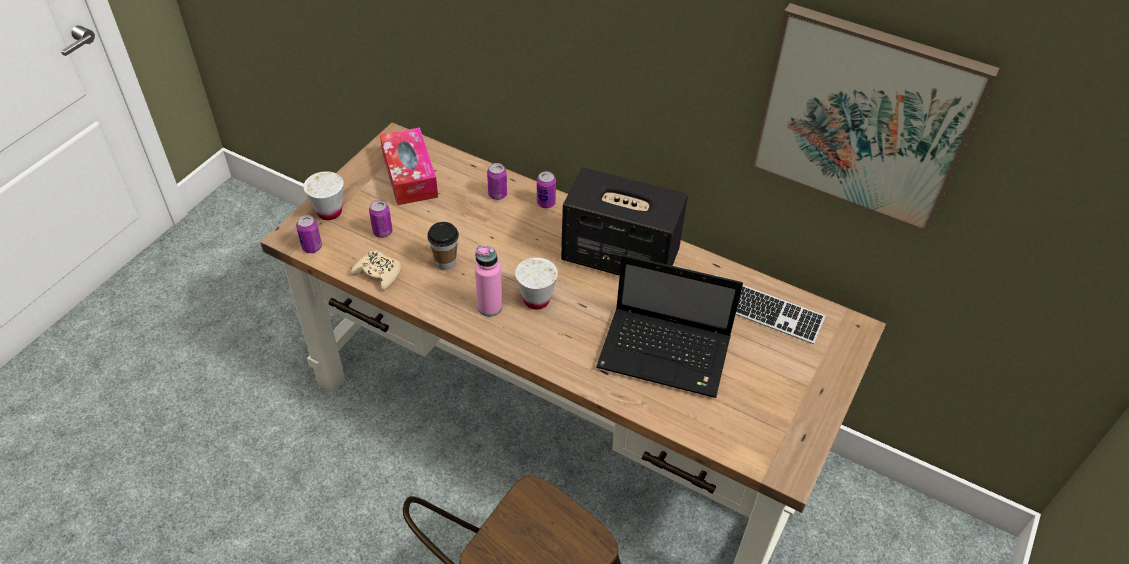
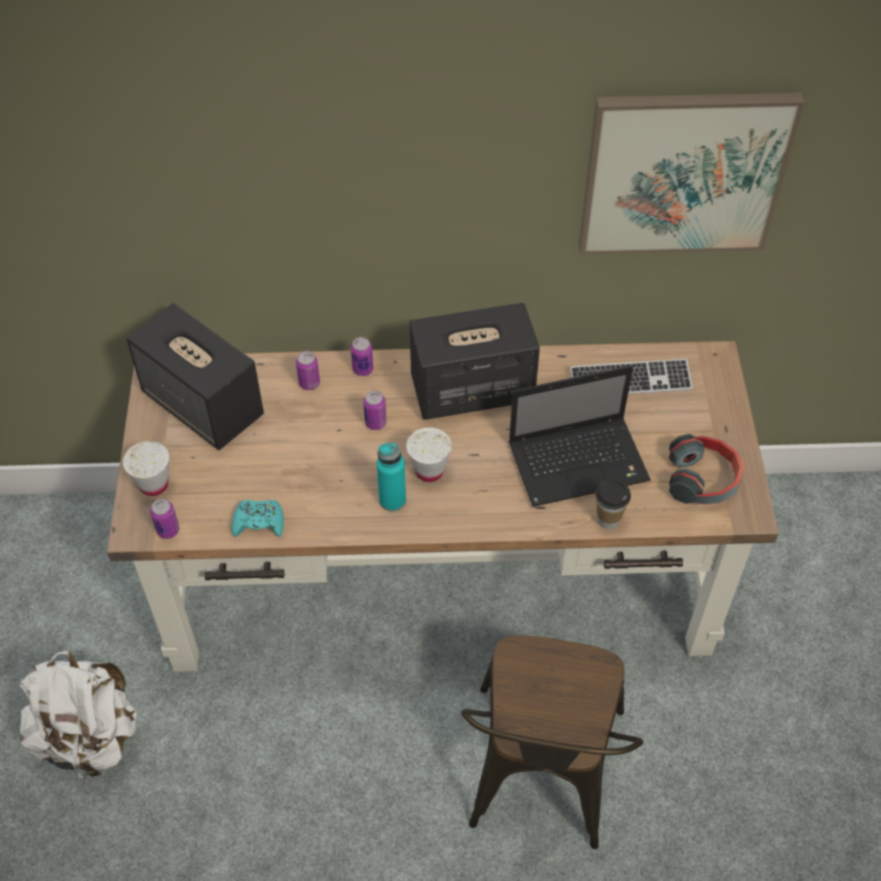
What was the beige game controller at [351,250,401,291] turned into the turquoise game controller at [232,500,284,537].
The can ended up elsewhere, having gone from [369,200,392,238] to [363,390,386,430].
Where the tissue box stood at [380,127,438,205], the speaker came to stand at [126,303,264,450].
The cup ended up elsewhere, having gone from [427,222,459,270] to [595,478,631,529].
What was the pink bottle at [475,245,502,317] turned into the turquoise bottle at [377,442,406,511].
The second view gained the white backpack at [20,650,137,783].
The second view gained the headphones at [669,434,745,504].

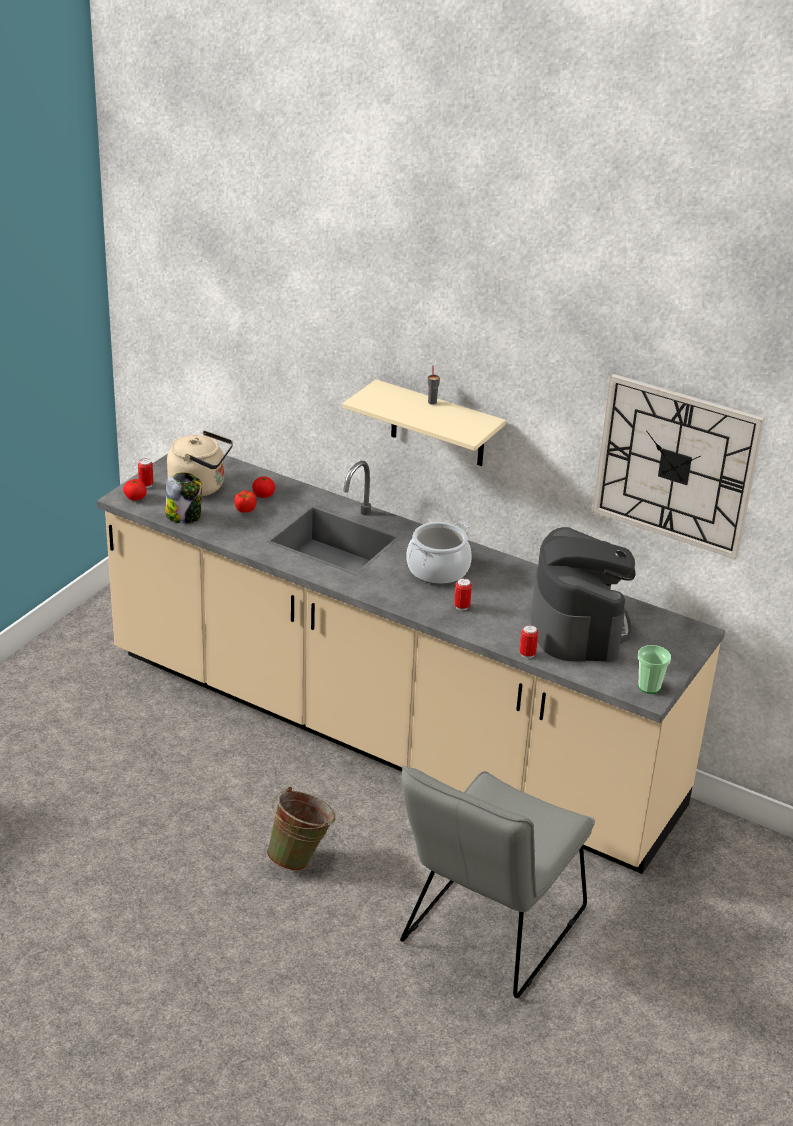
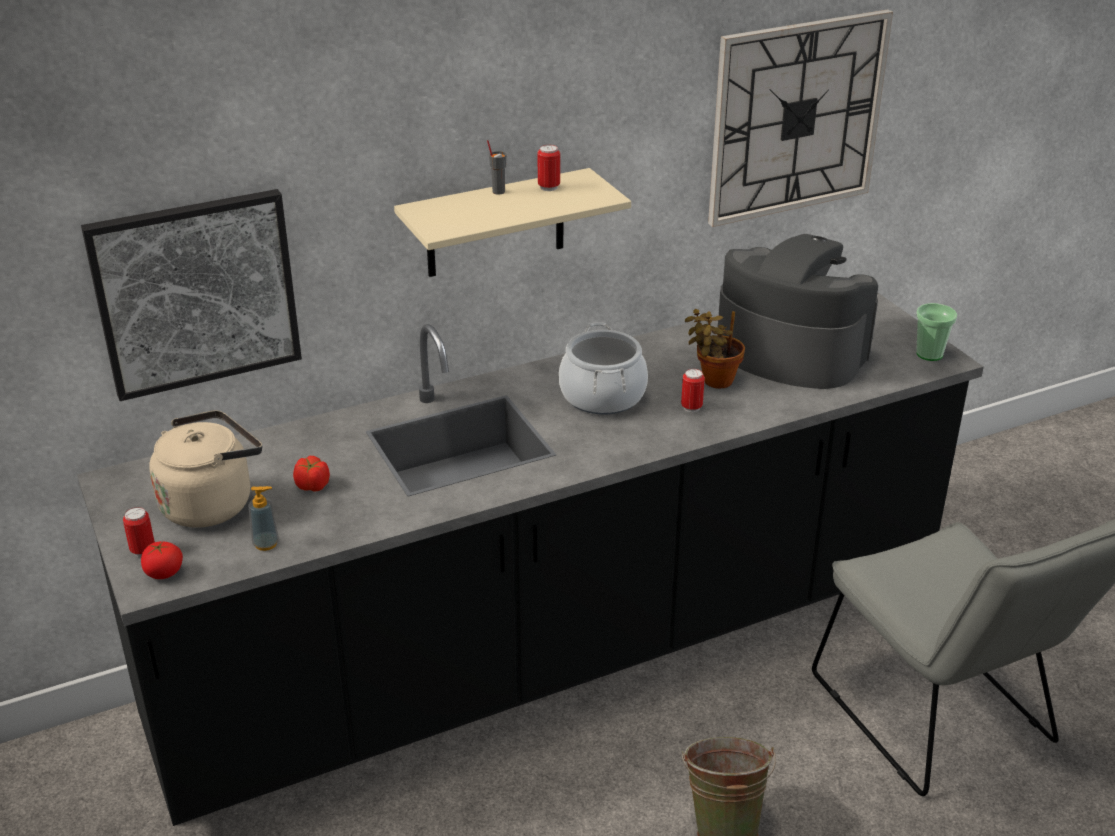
What was the beige counter at [97,454,725,874] turned into the black counter at [77,292,984,826].
Where the jar stood at [165,472,202,524], the soap dispenser came to stand at [248,486,279,551].
The second view lost the tomato at [252,476,275,498].
The can ended up elsewhere, having gone from [519,625,538,658] to [537,145,560,191].
The second view gained the picture at [81,189,302,401].
The second view gained the potted plant at [685,309,745,388].

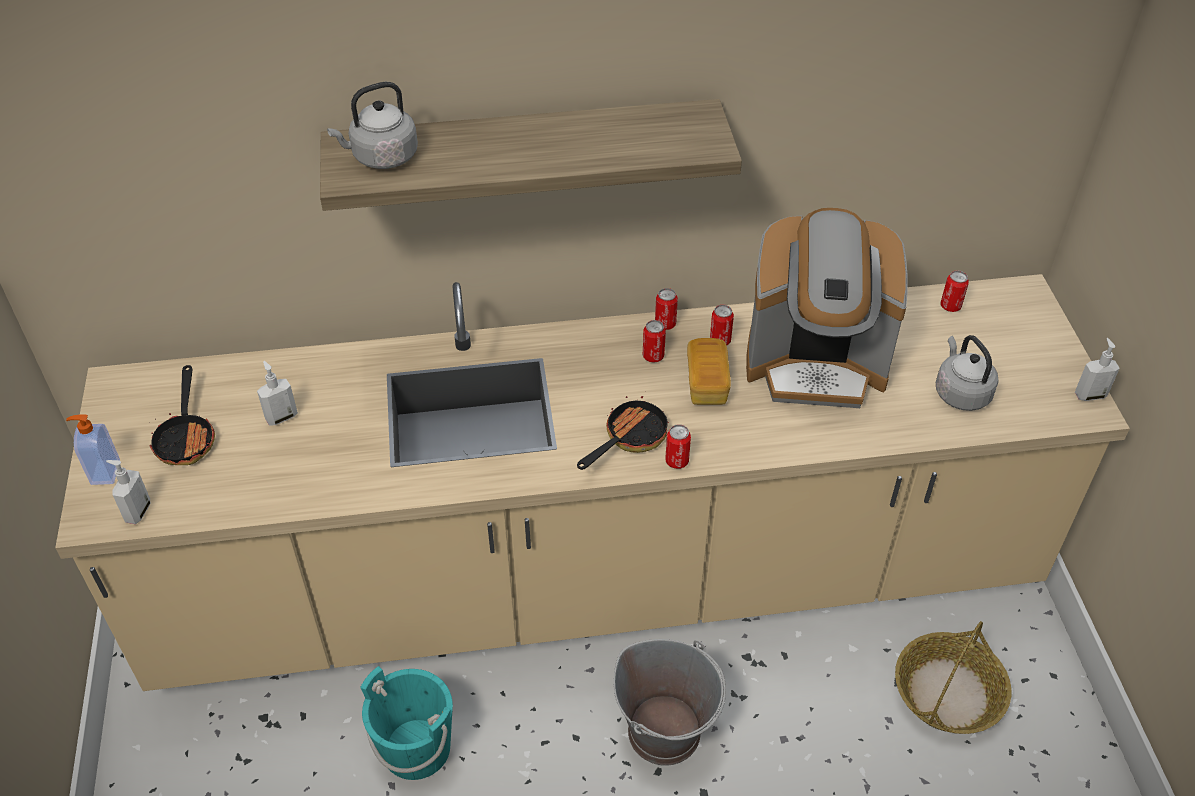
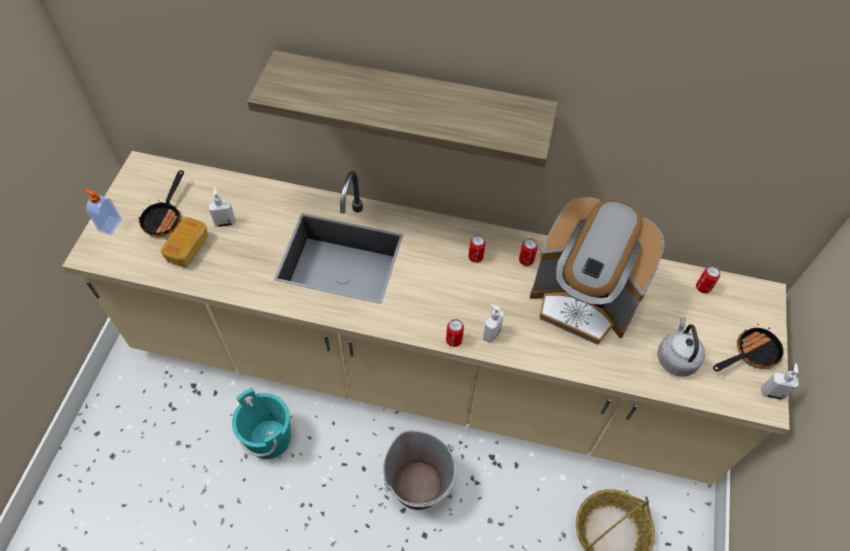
The soap dispenser ended up elsewhere, having gone from [106,460,151,524] to [483,304,504,343].
The second view lost the grey kettle at [327,82,418,169].
The frying pan ended up elsewhere, having gone from [577,396,669,470] to [713,324,785,372].
The second view lost the can at [655,288,678,330].
The bread ended up elsewhere, having gone from [687,338,731,405] to [161,217,208,268].

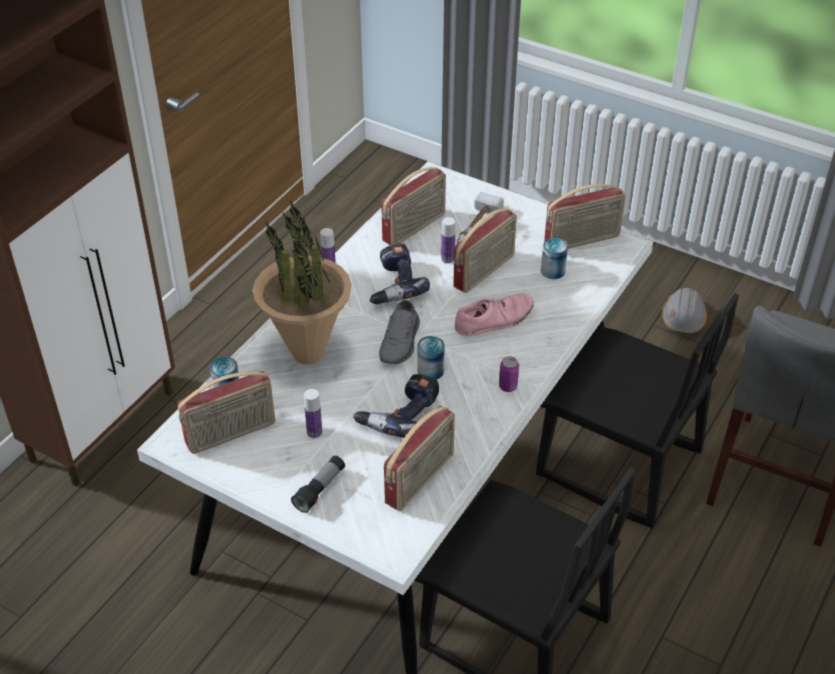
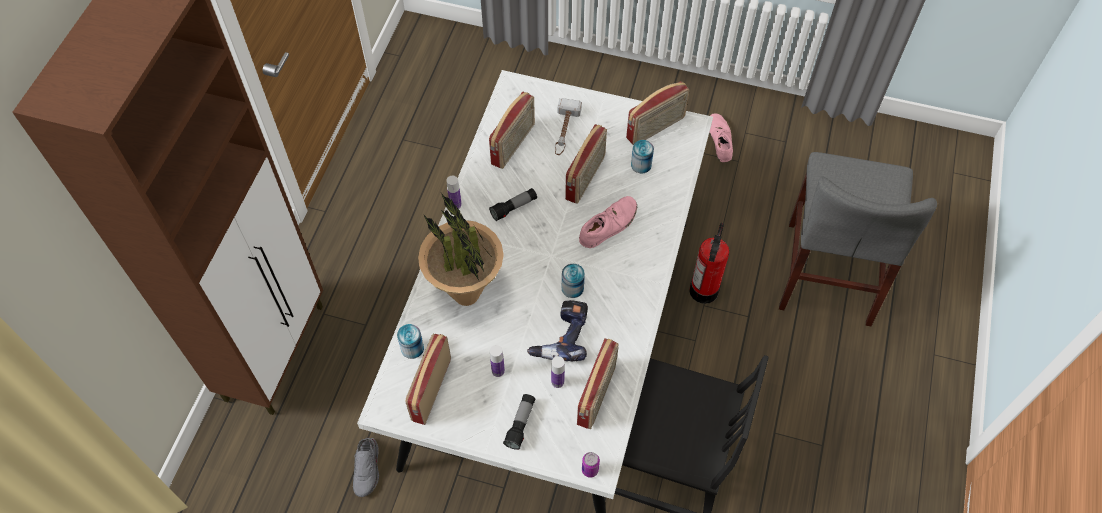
The radio at [177,371,275,454] ended up facing another way, 150 degrees clockwise from before.
Where the power drill stood at [370,244,430,304], the flashlight came to stand at [489,188,537,221].
The grey shoe ended up elsewhere, having gone from [379,300,420,364] to [353,438,379,497].
The bottle ended up elsewhere, having gone from [441,217,455,264] to [551,356,565,388].
The can ended up elsewhere, having gone from [499,356,519,392] to [582,452,600,478].
Where the black chair stood at [536,293,739,528], the fire extinguisher came to stand at [689,223,729,304].
Where the grey hard hat stood at [662,288,707,334], the pink shoe came to stand at [709,113,733,162].

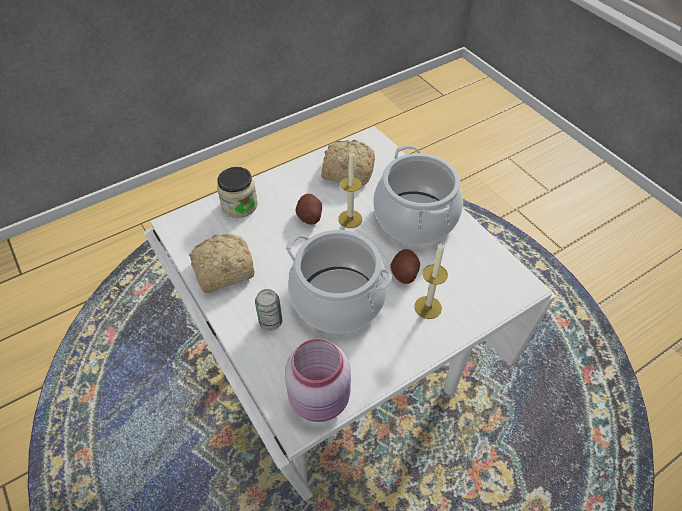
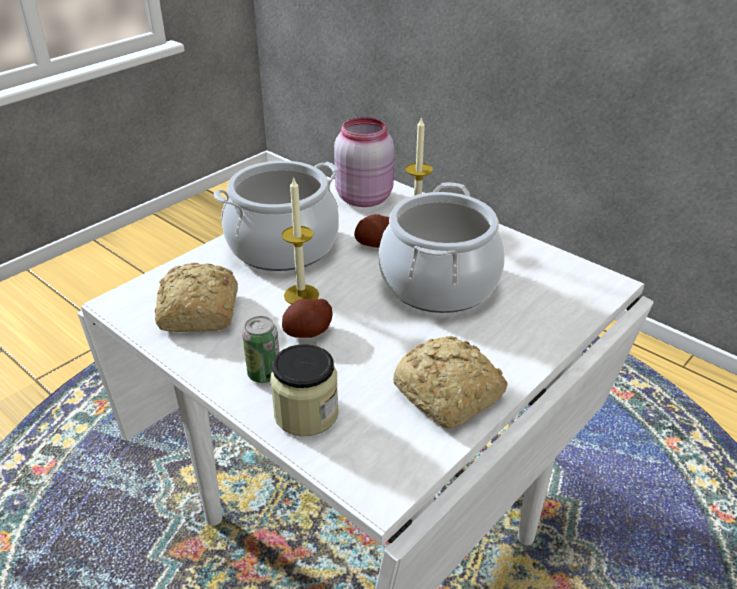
The can ended up elsewhere, having gone from [255,289,282,331] to [242,316,279,383].
The pink jar ended up elsewhere, having gone from [285,339,351,422] to [334,117,394,207].

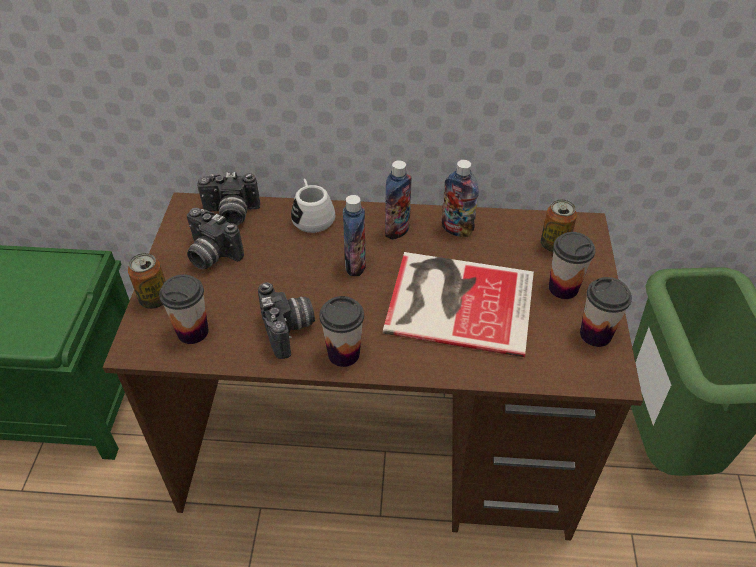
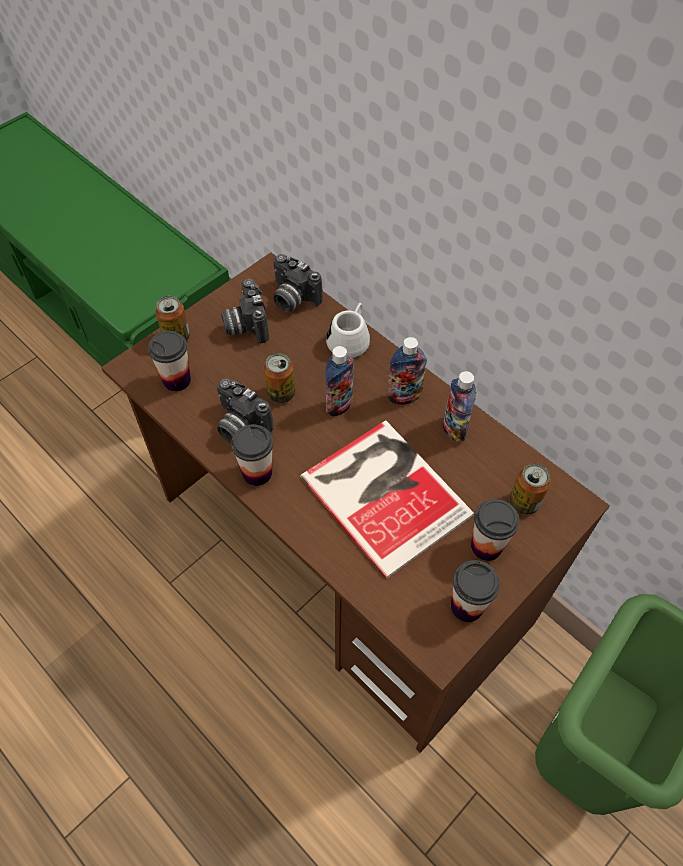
The photo camera at [258,283,315,359] ended up facing another way, 105 degrees clockwise from before.
The second view gained the can at [263,353,295,403].

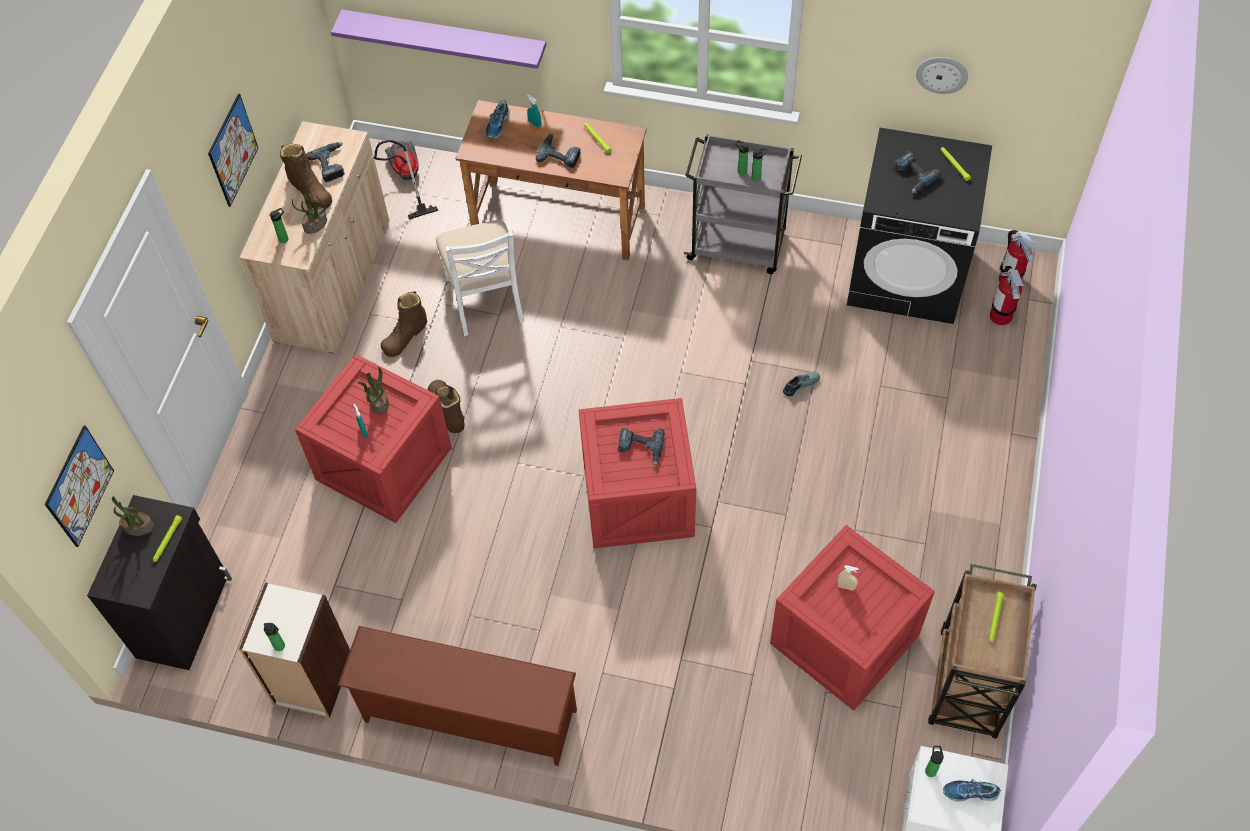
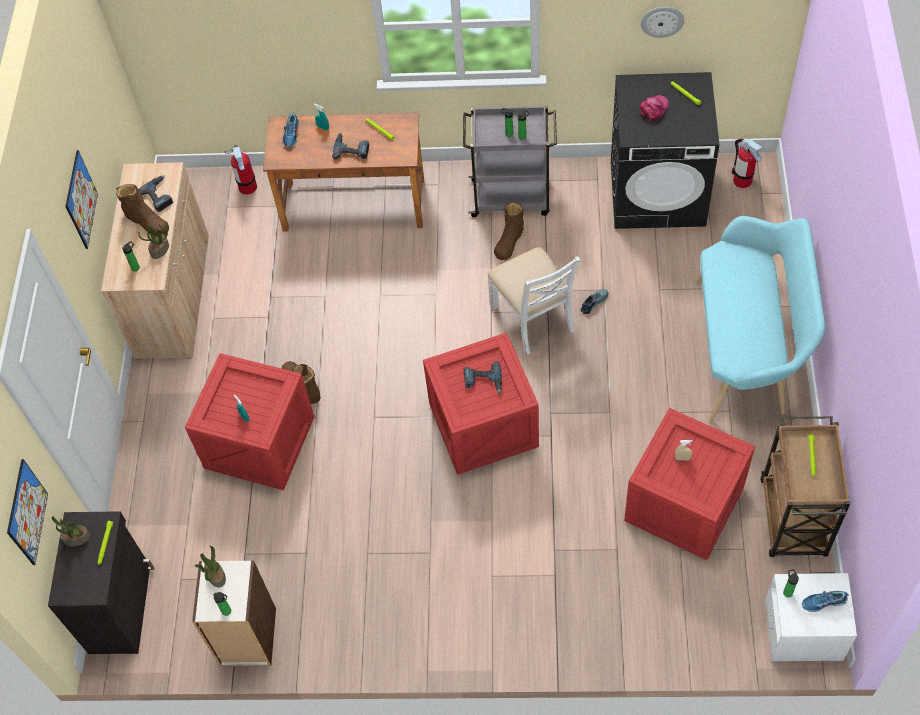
The second view lost the purple shelf at [331,9,546,69].
The second view lost the brown shoe rack at [338,626,577,766].
The potted plant ended up elsewhere, having gone from [358,367,389,414] to [194,546,226,587].
The second view lost the vacuum cleaner at [374,140,439,219].
The brown boot ended up elsewhere, having gone from [381,291,427,357] to [494,201,524,260].
The white chair ended up elsewhere, having gone from [436,220,524,336] to [487,247,580,355].
Where the power drill stood at [893,151,941,193], the pink cap came to stand at [640,95,669,123].
The fire extinguisher ended up elsewhere, having gone from [990,266,1023,325] to [225,145,257,195].
The second view gained the turquoise bench at [696,216,825,422].

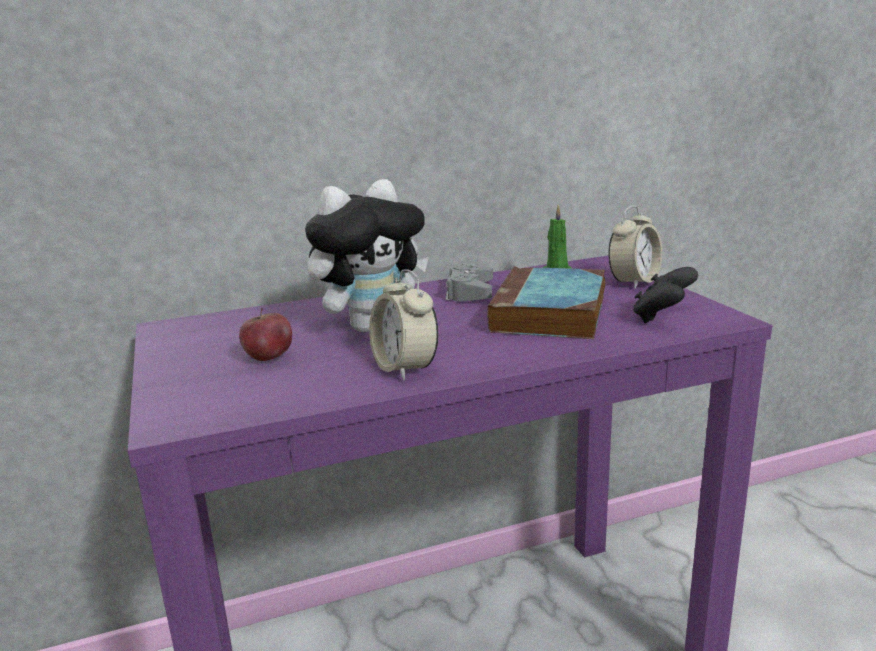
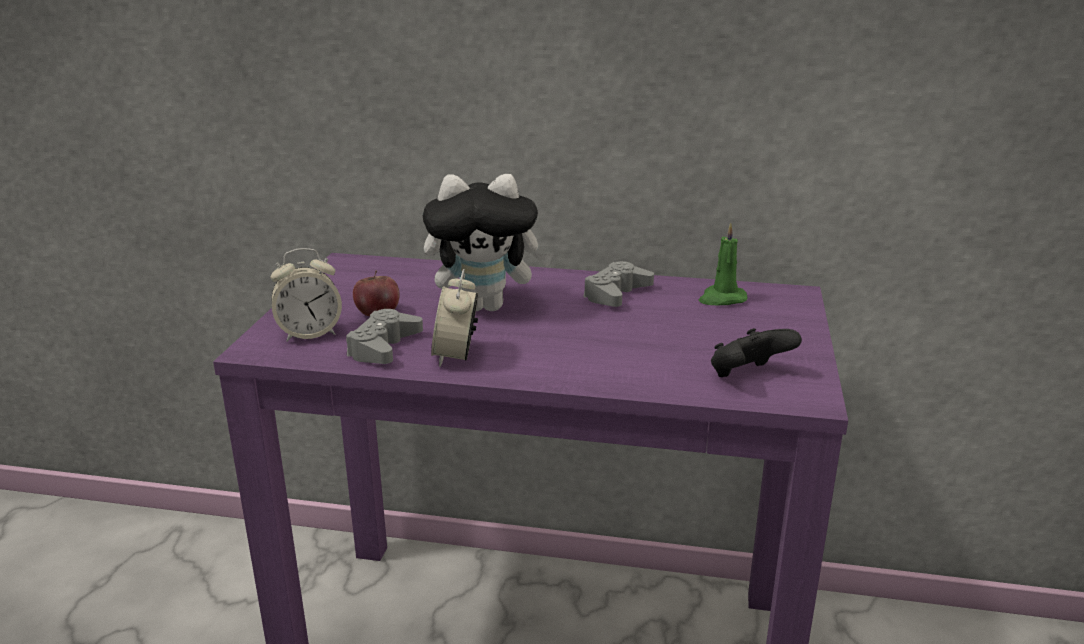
The second view lost the book at [487,267,606,339].
The alarm clock ended up elsewhere, having gone from [608,206,662,289] to [271,248,342,342].
The second view gained the grey game controller at [346,309,423,364].

